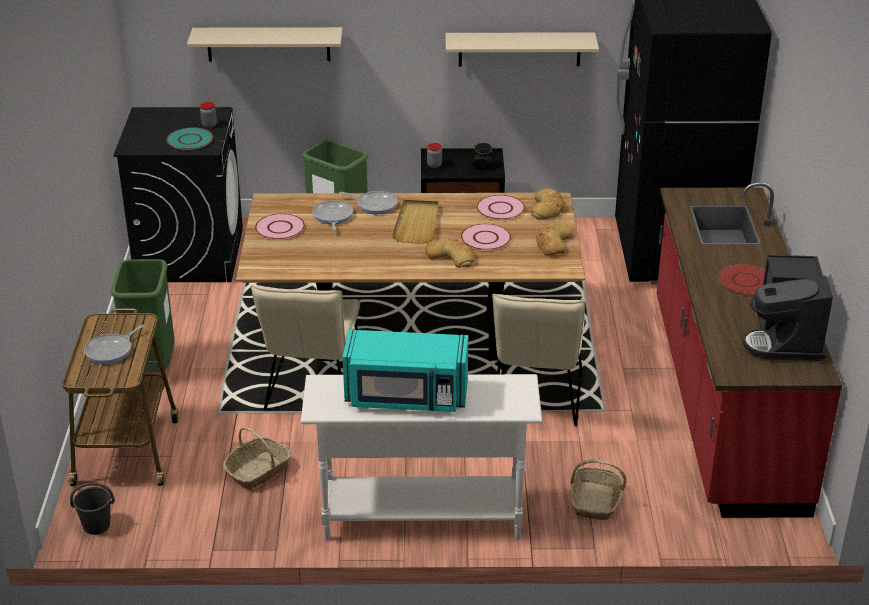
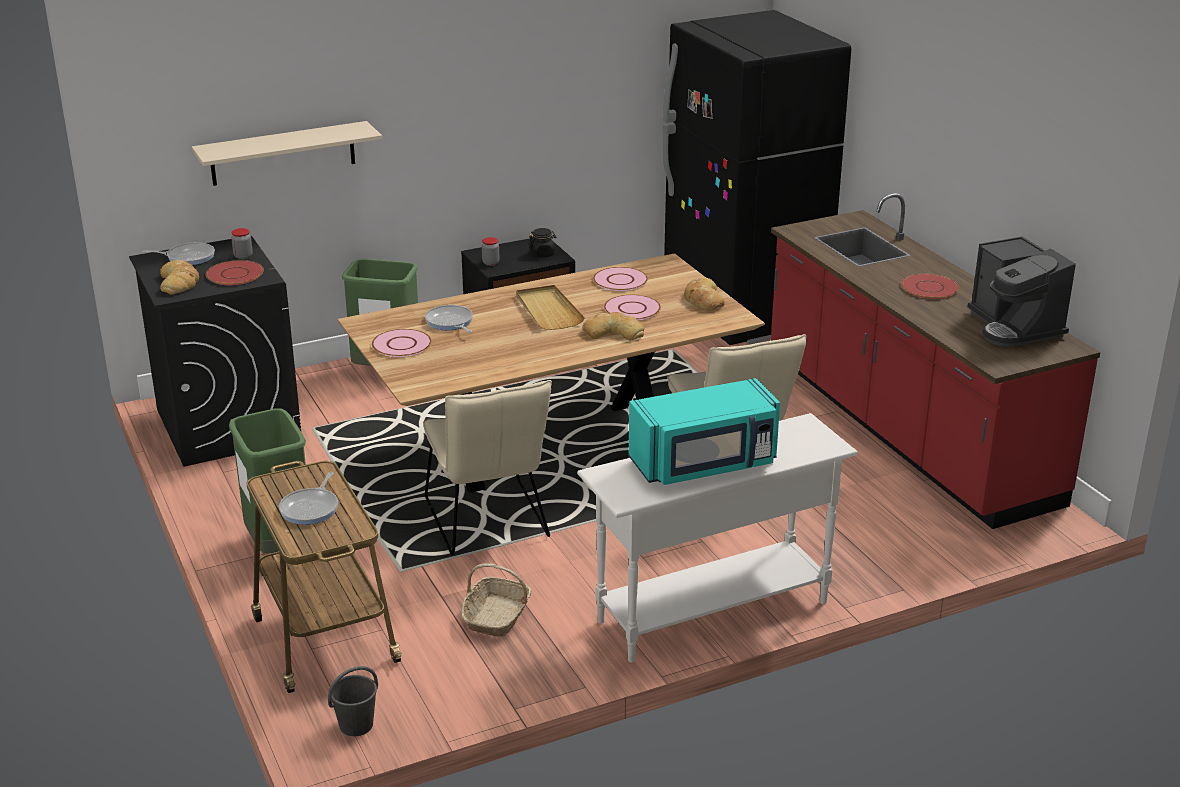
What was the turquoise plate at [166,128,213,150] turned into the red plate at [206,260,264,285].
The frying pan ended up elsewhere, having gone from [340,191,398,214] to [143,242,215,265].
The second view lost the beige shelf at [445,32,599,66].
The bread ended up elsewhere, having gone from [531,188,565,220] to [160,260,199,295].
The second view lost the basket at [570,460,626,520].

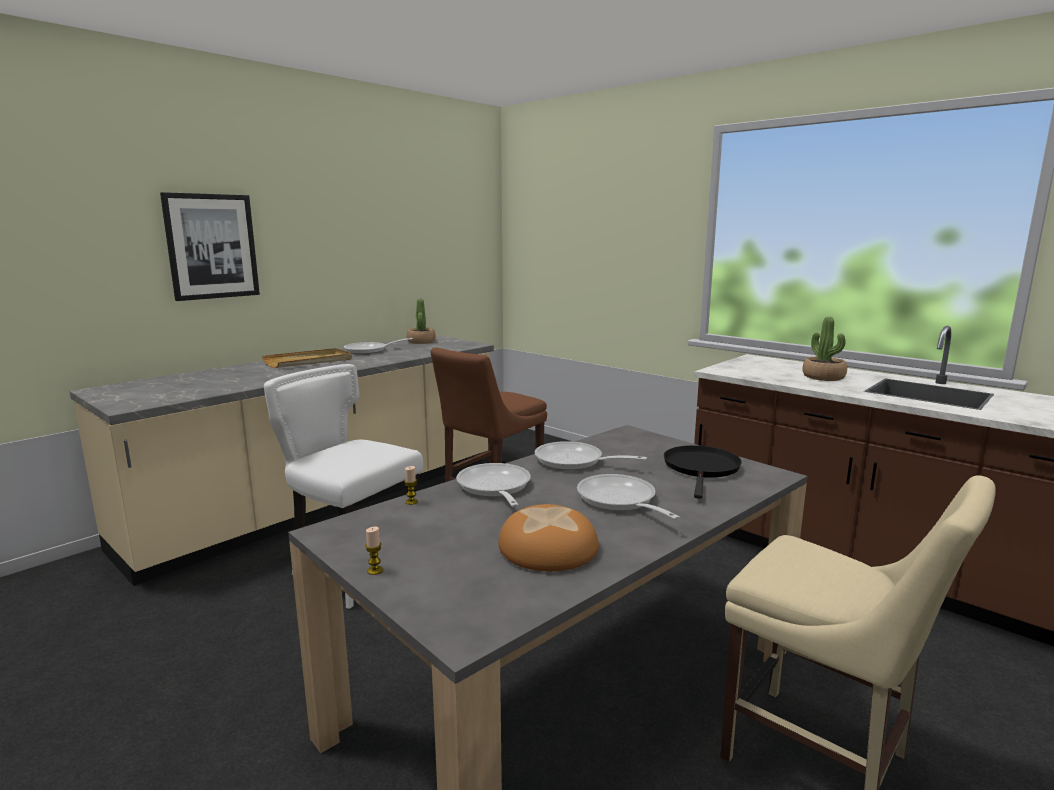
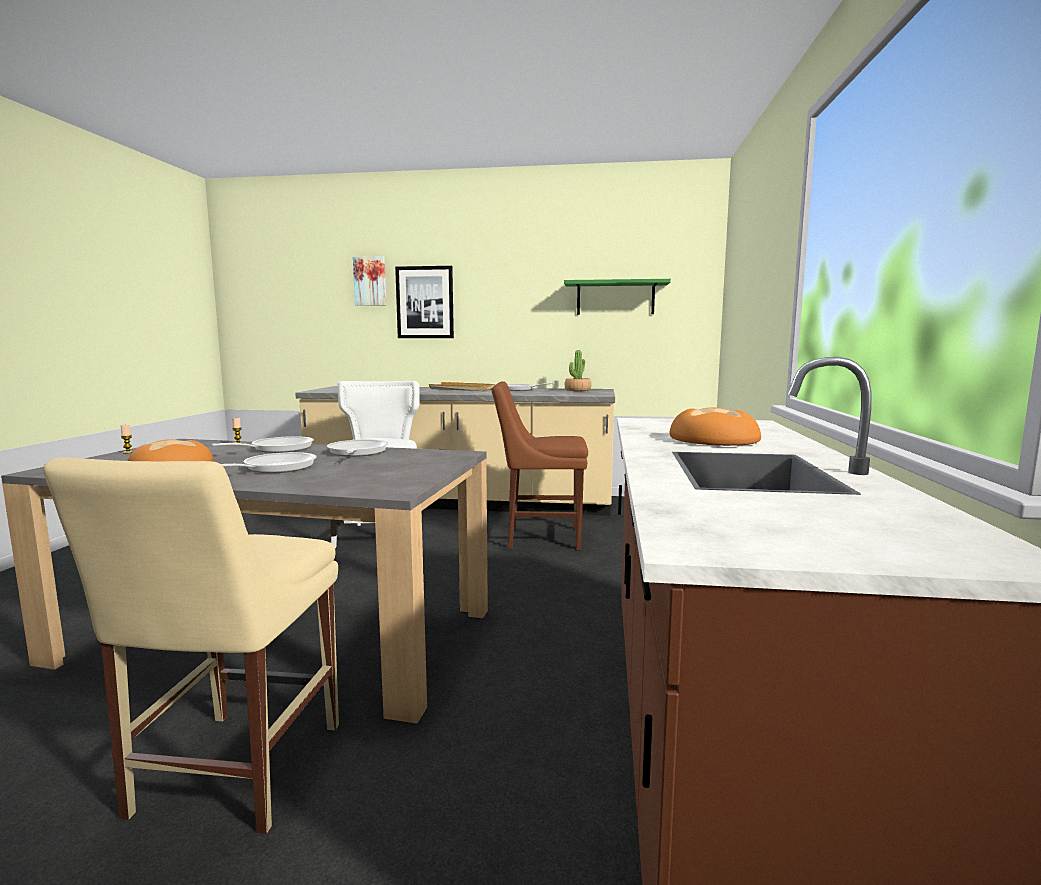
The second view lost the black frying pan at [664,445,742,499].
Where the potted plant stood at [802,317,847,381], the bread came to stand at [670,408,761,446].
The second view gained the picture at [353,256,386,306].
The second view gained the green shelf at [564,279,671,315].

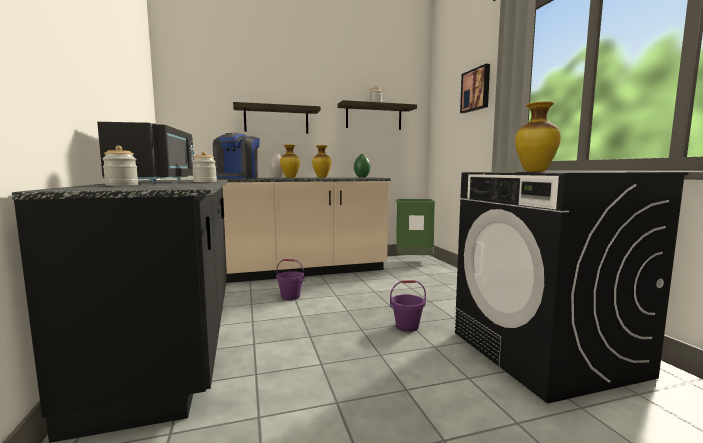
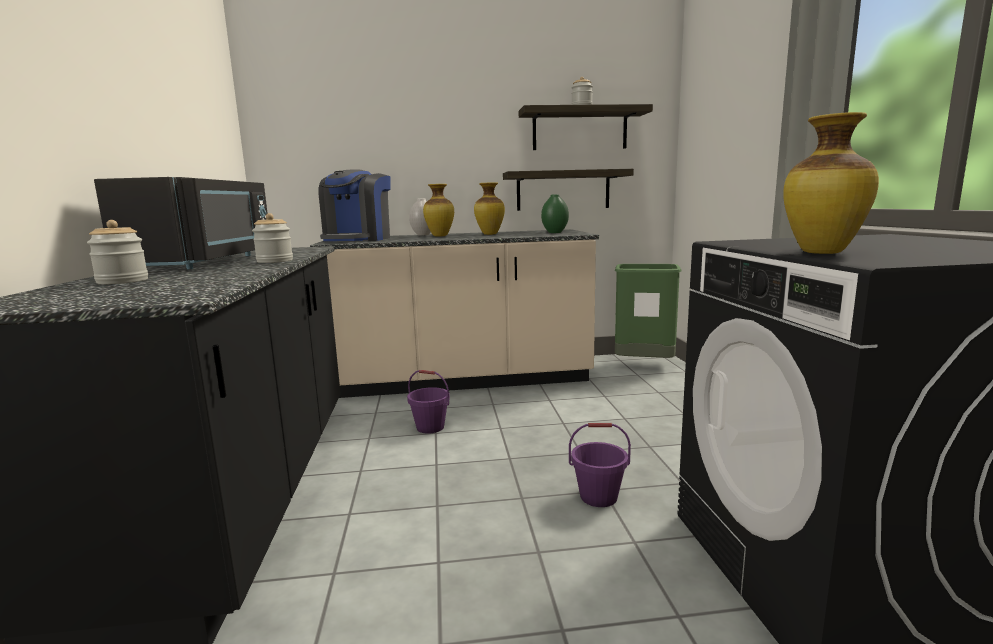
The shelf ended up elsewhere, having gone from [233,102,321,134] to [503,169,634,211].
The second view lost the picture at [460,64,490,113].

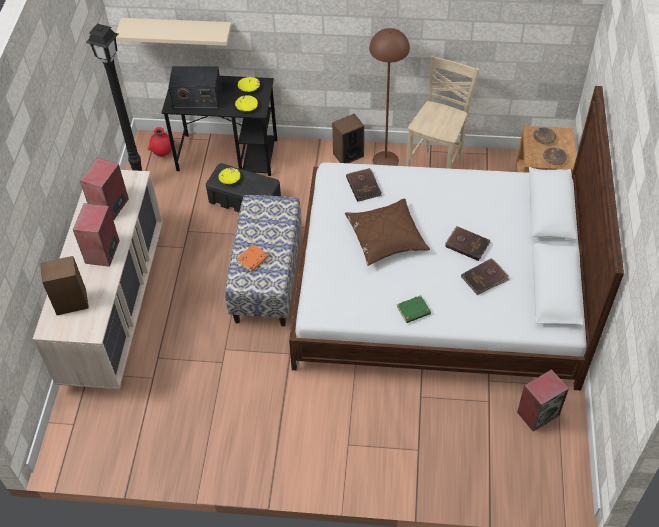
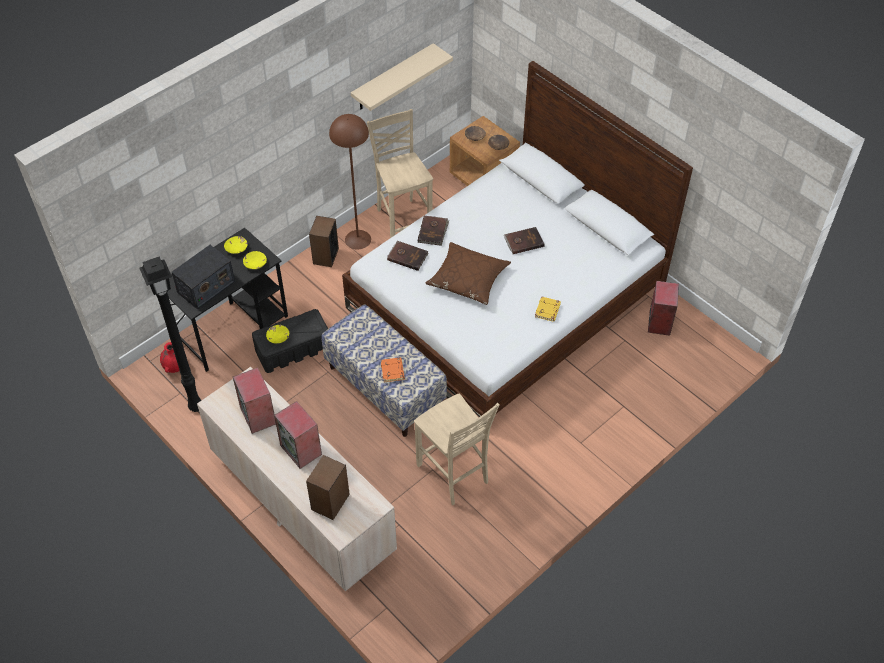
The beige shelf ended up elsewhere, having gone from [116,18,232,46] to [351,43,453,111].
What was the green book at [397,295,431,323] turned into the yellow book at [535,296,561,322].
The brown book ended up elsewhere, having gone from [461,258,510,295] to [418,216,449,246].
The second view gained the beige chair at [414,394,500,505].

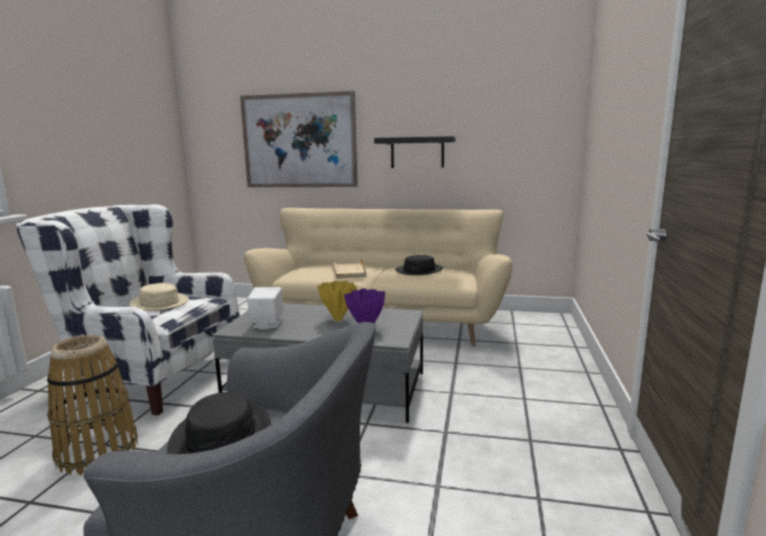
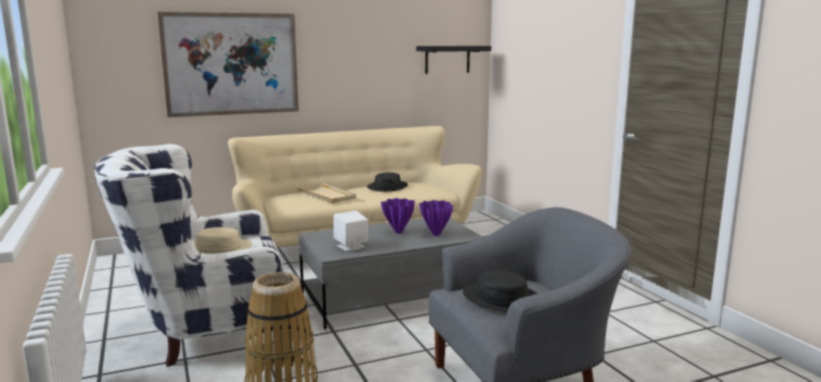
What was the yellow vase at [318,281,357,321] turned into the purple vase at [381,198,415,234].
The black shelf ended up elsewhere, having gone from [374,136,456,168] to [416,46,491,74].

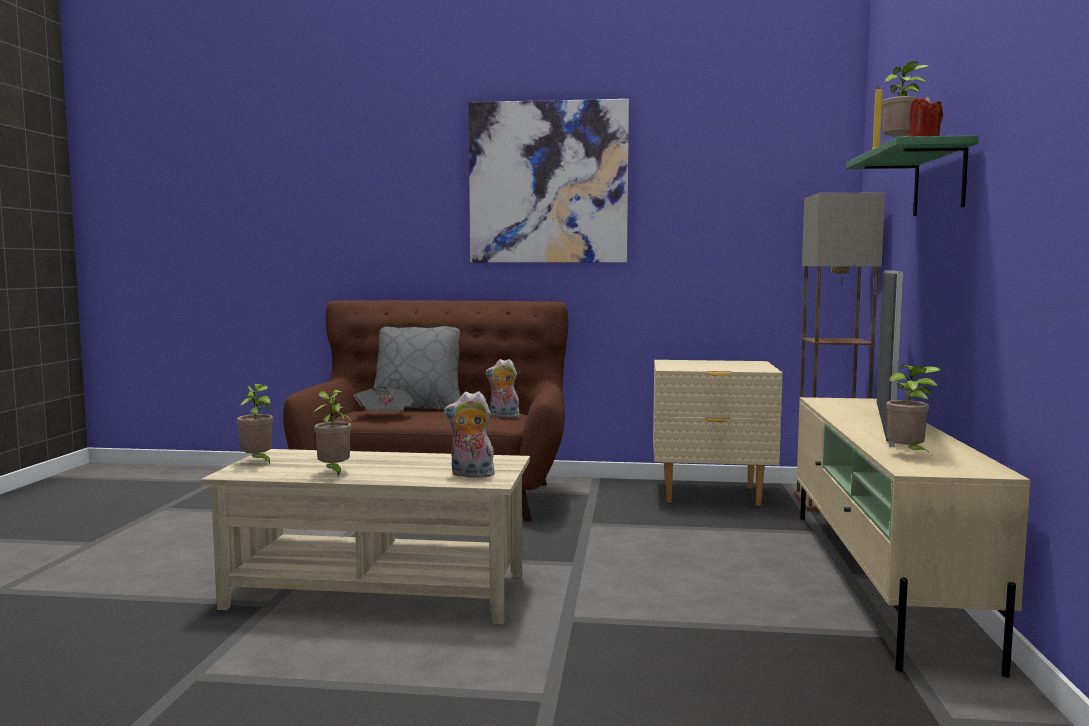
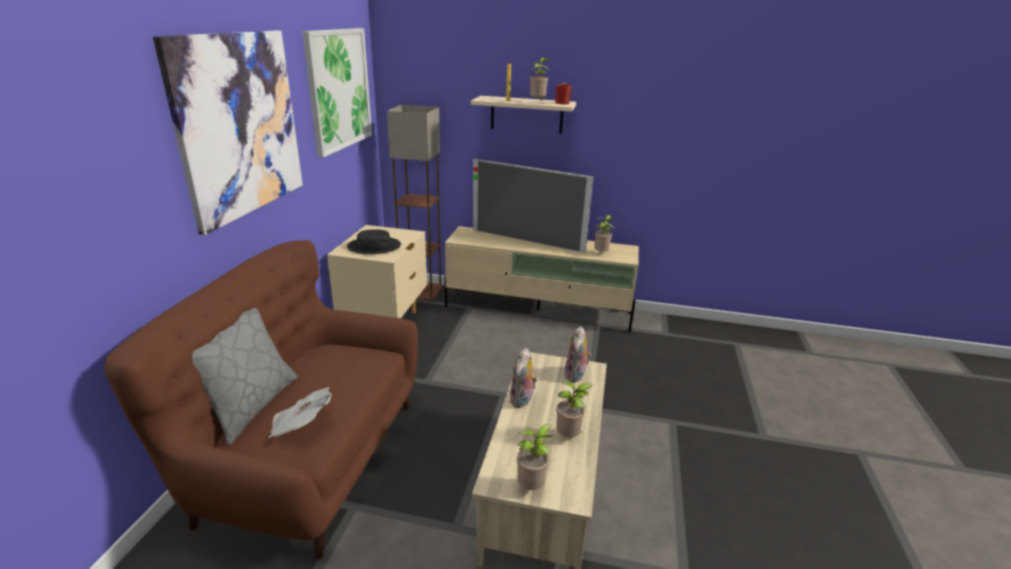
The plush toy ended up elsewhere, having gone from [486,359,520,418] to [509,348,537,408].
What was the green shelf at [846,135,979,216] turned into the beige shelf at [471,96,576,134].
The second view gained the picture at [302,28,372,158].
The second view gained the black hat at [347,229,401,254].

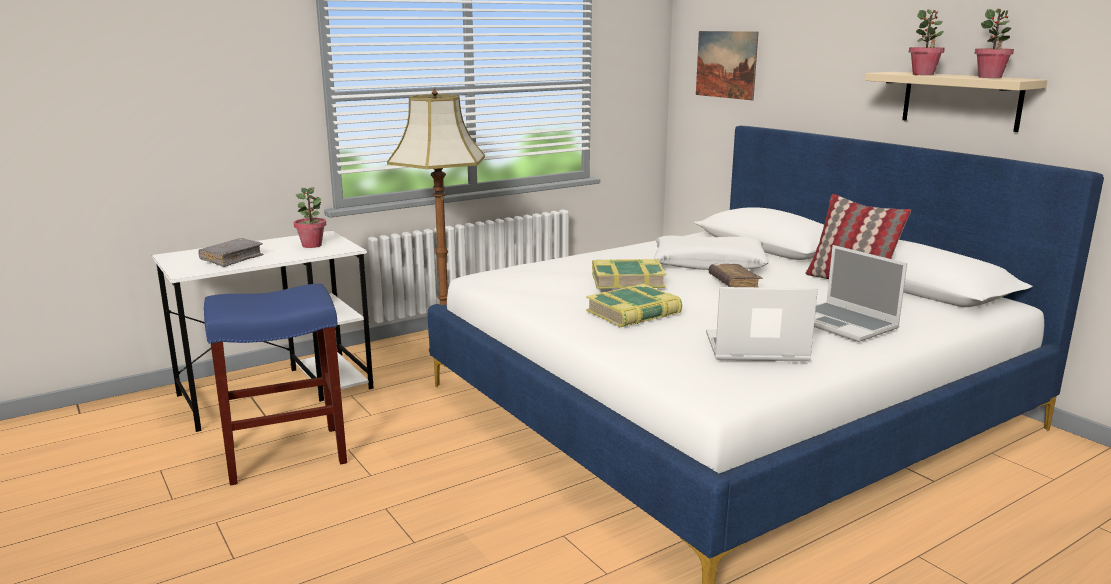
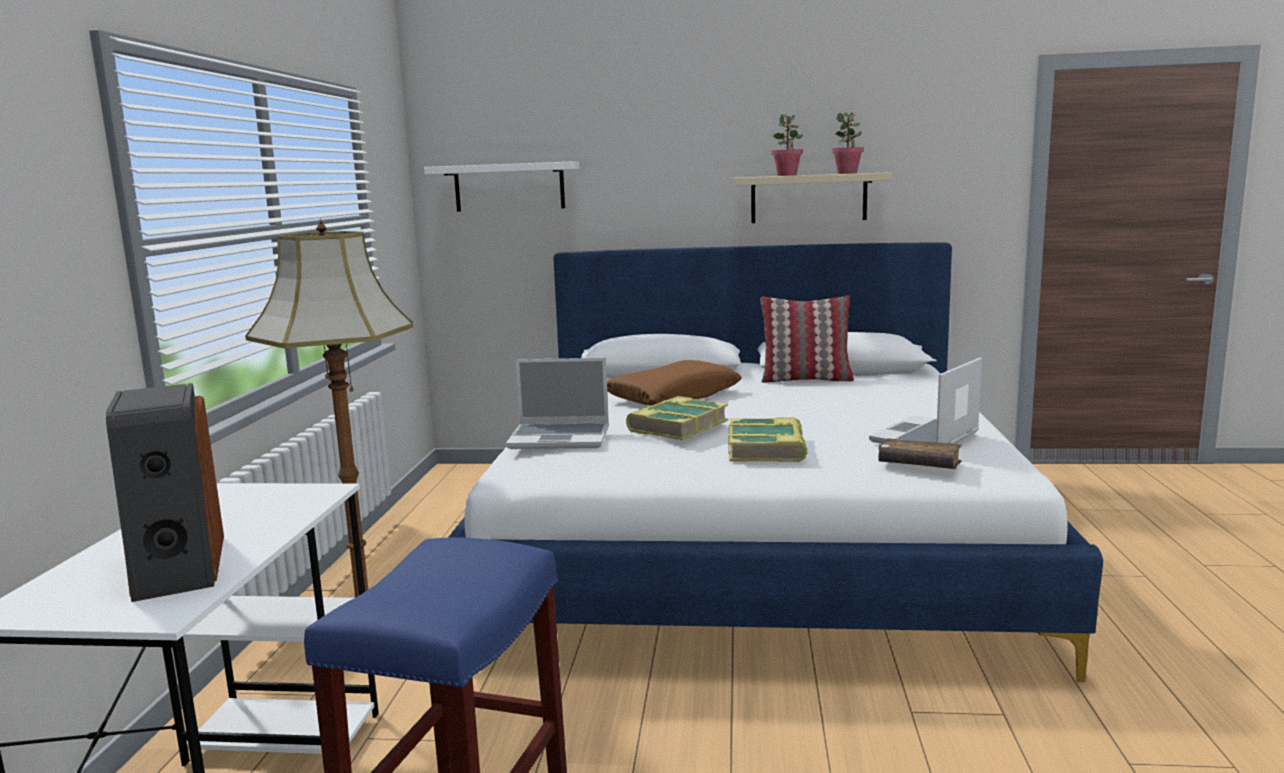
Where the grey book stood at [198,238,263,267], the speaker came to stand at [106,383,224,602].
The second view lost the potted plant at [294,187,326,248].
What was the white pillow at [654,235,769,270] turned into the brown pillow at [607,360,742,405].
Where the picture hung at [696,31,758,100], the white shelf came to hang at [424,162,580,212].
The brown book ended up elsewhere, having gone from [708,264,762,287] to [878,438,962,469].
The laptop ended up elsewhere, having gone from [814,245,907,342] to [506,358,609,449].

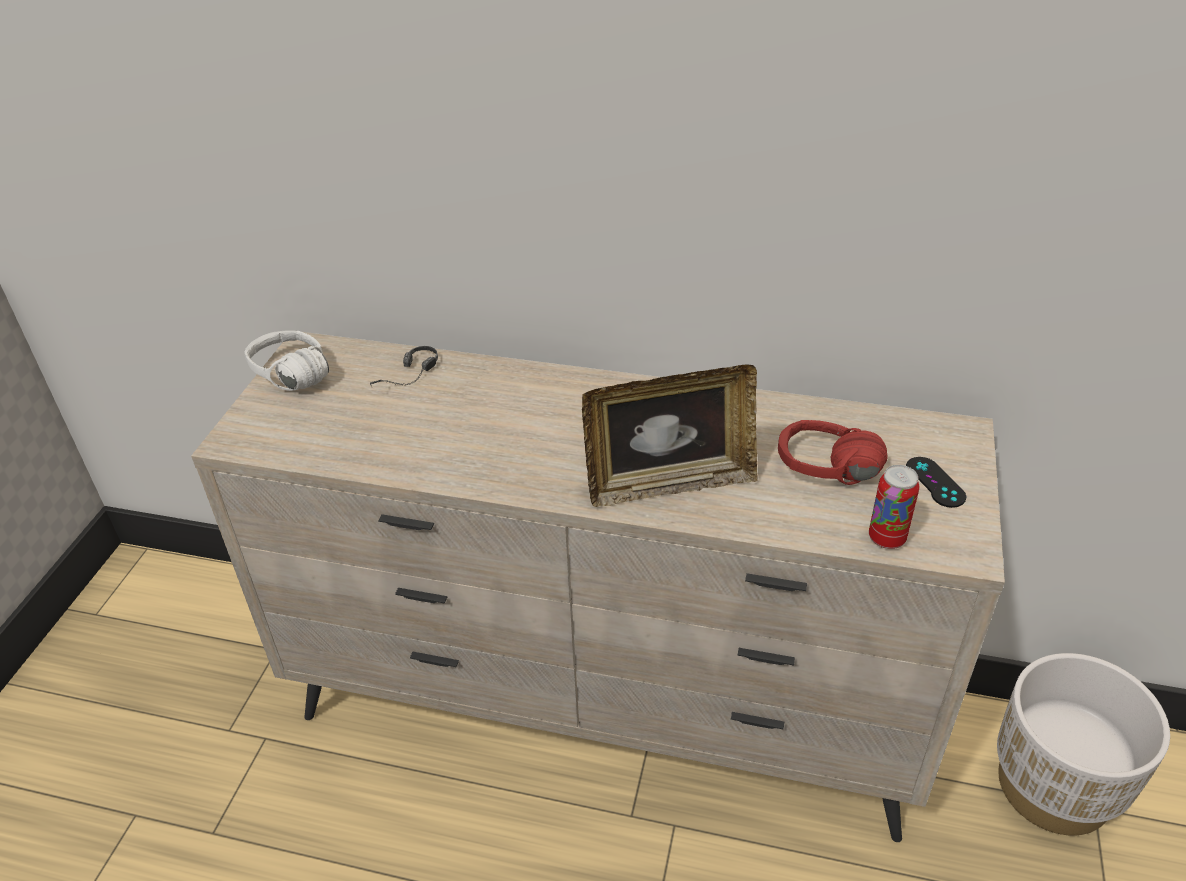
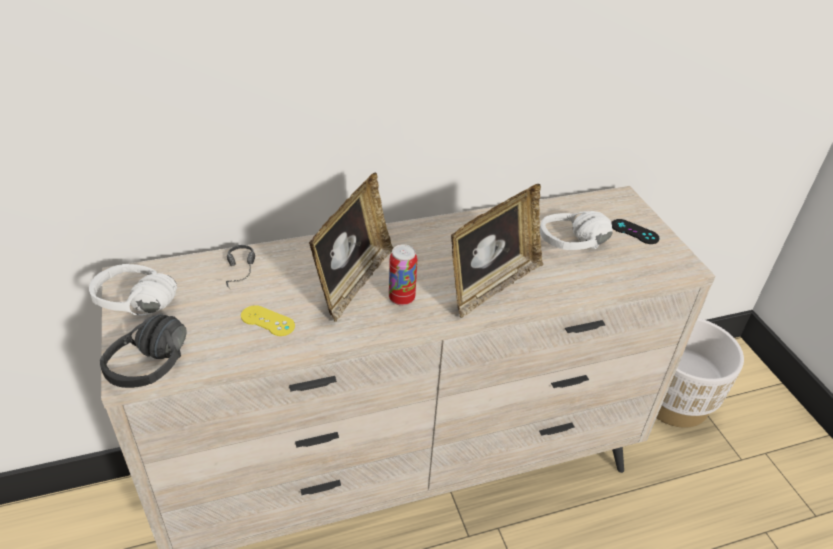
What was the red headphones at [778,420,888,485] turned into the white headphones at [539,211,613,250].
The can ended up elsewhere, having gone from [869,465,920,549] to [389,244,417,306].
The second view gained the black headphones at [100,314,187,388].
The second view gained the yellow game controller at [241,305,295,336].
The second view gained the picture frame at [309,172,393,322].

